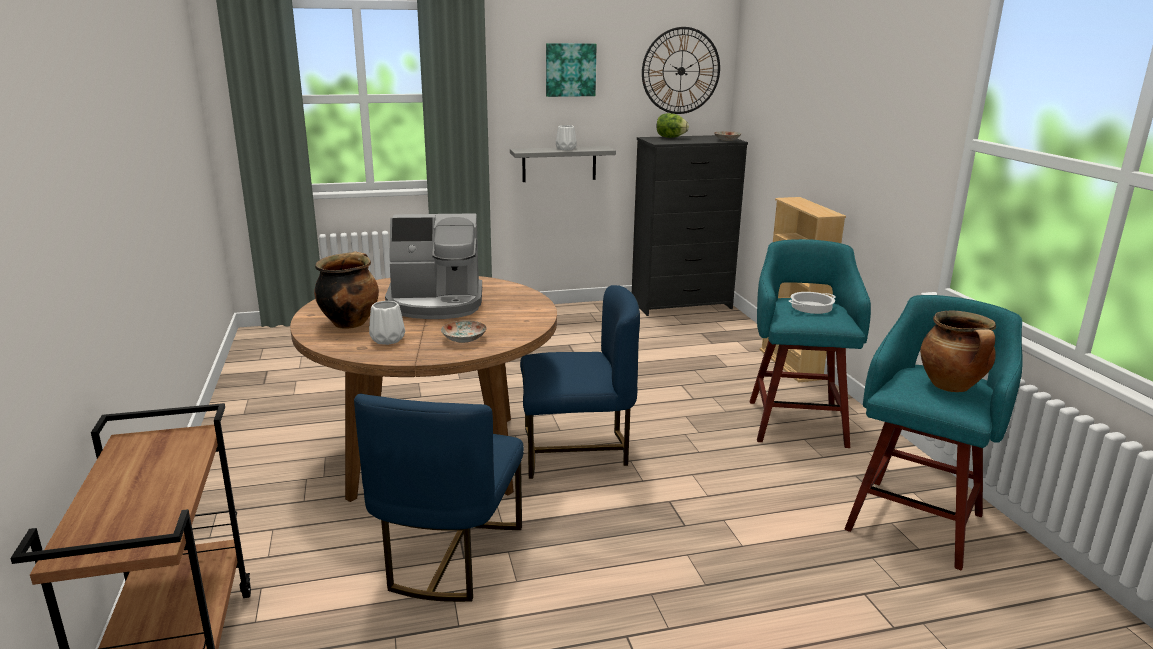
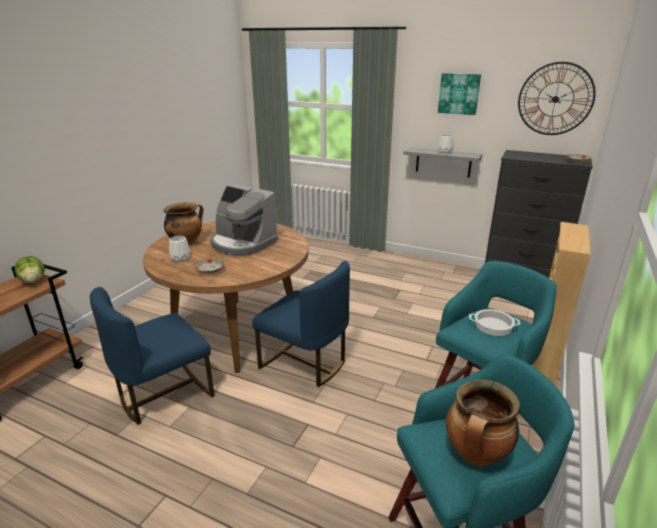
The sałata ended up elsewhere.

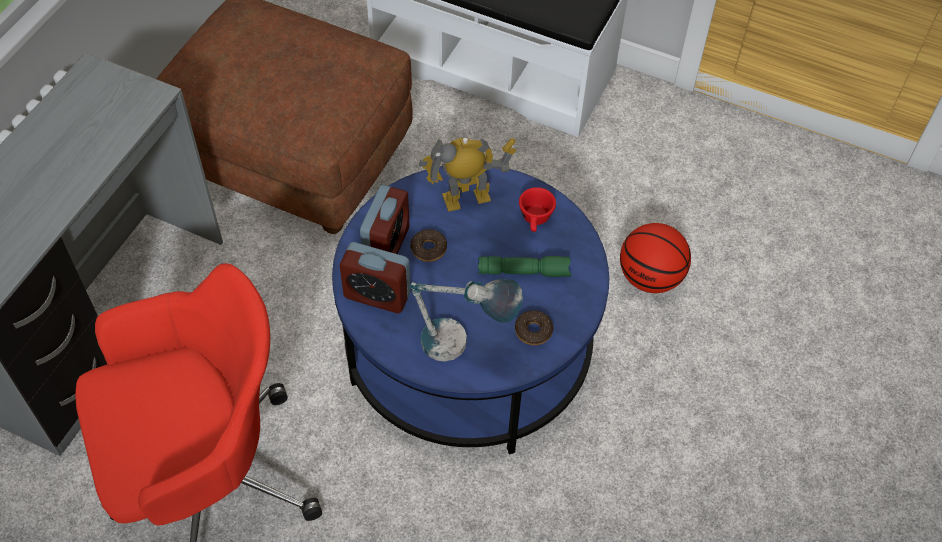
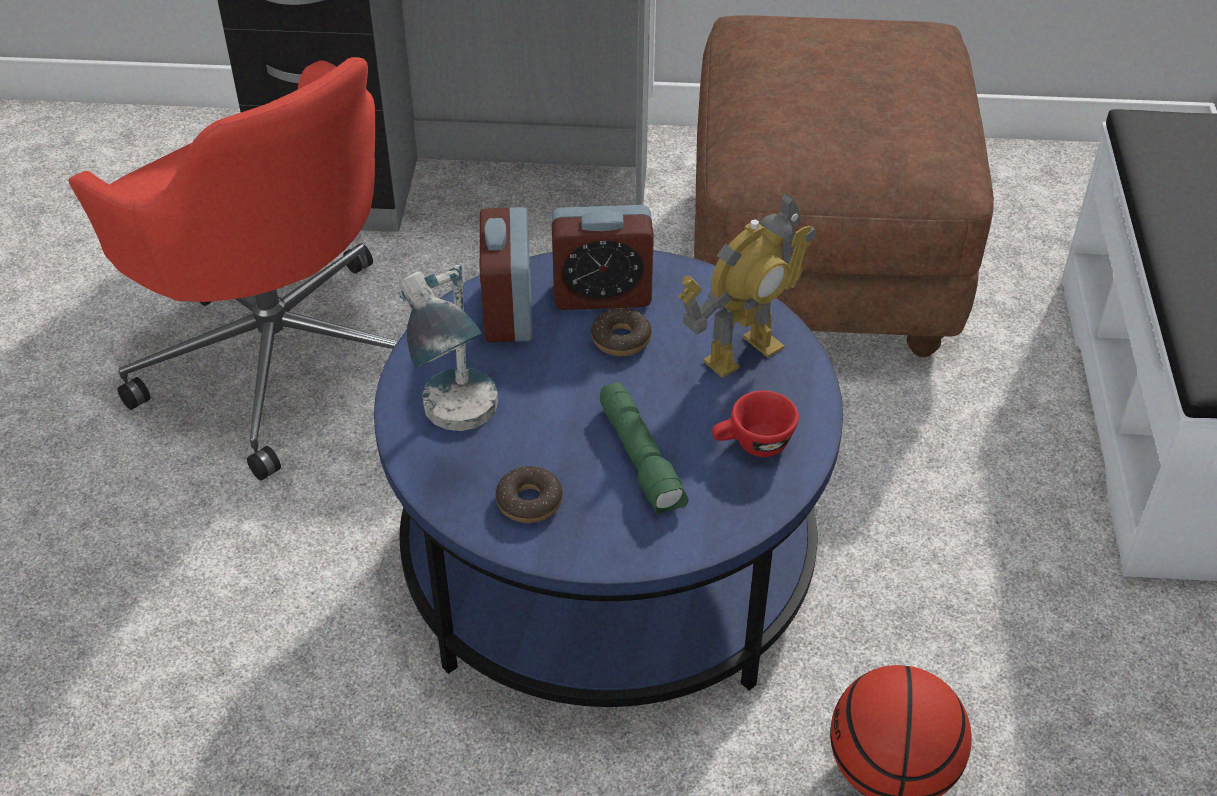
The robot zabawkowy ended up facing another way, 90 degrees clockwise from before.

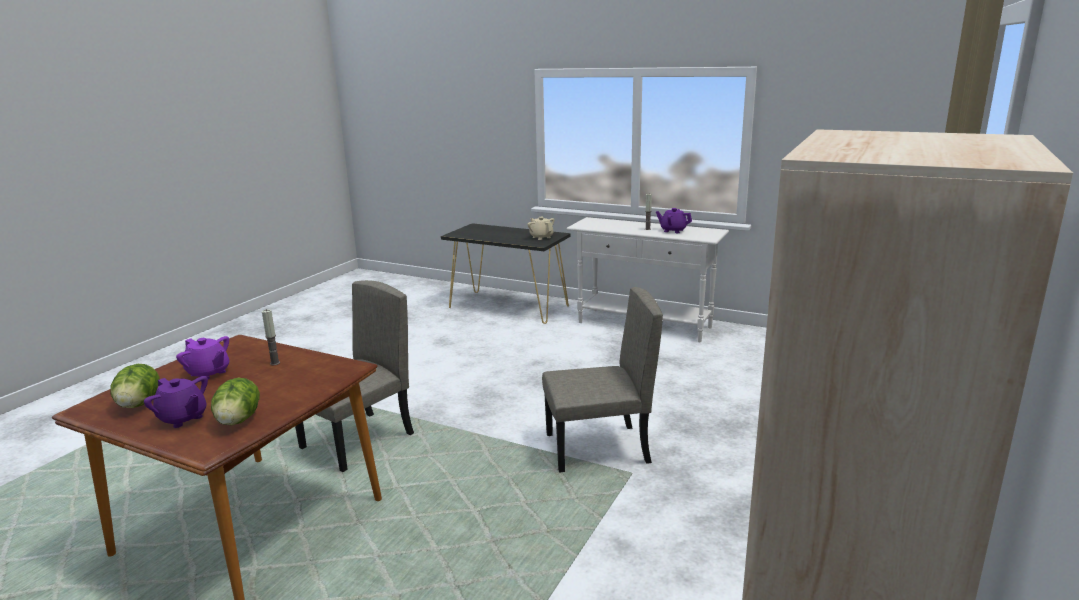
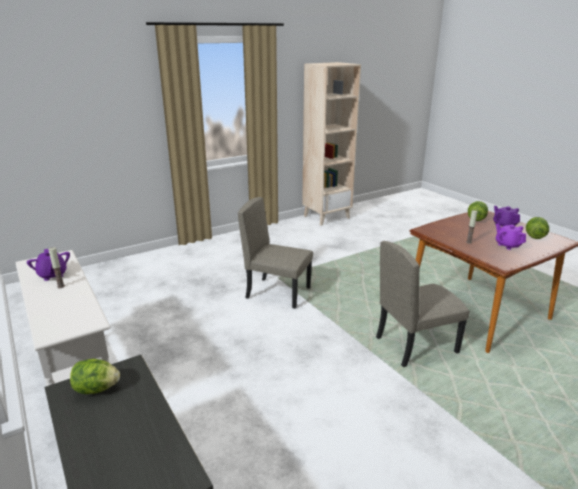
Where the imbryk [beżowy] stood, the sałata (1st from left) came to stand.

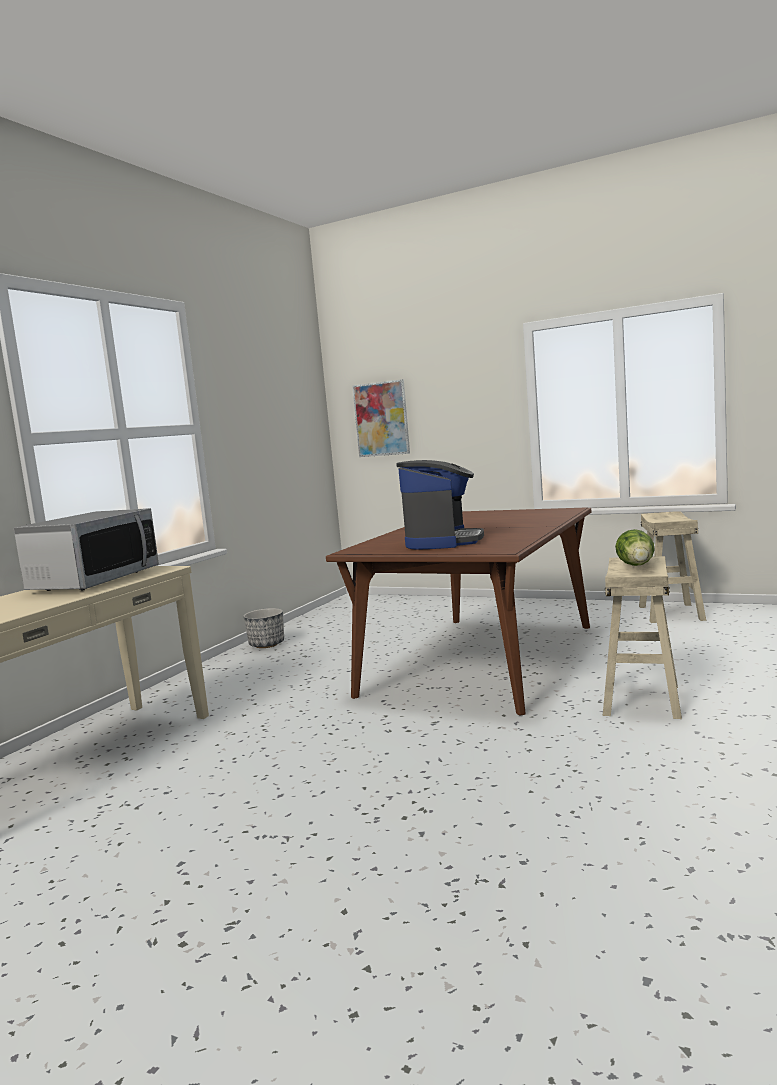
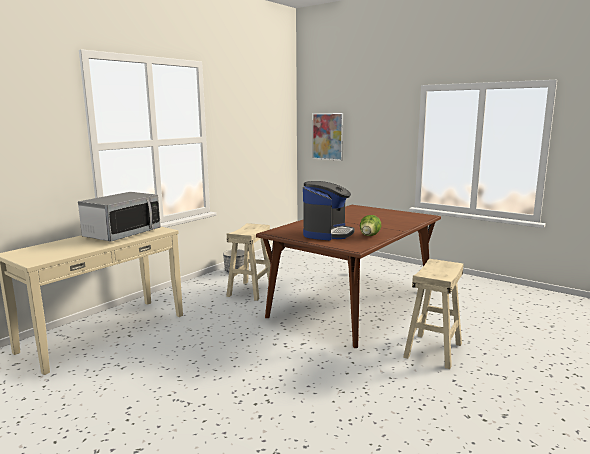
The sałata ended up elsewhere.
The stołek [beżowy] (2nd from left in the first image) ended up elsewhere.

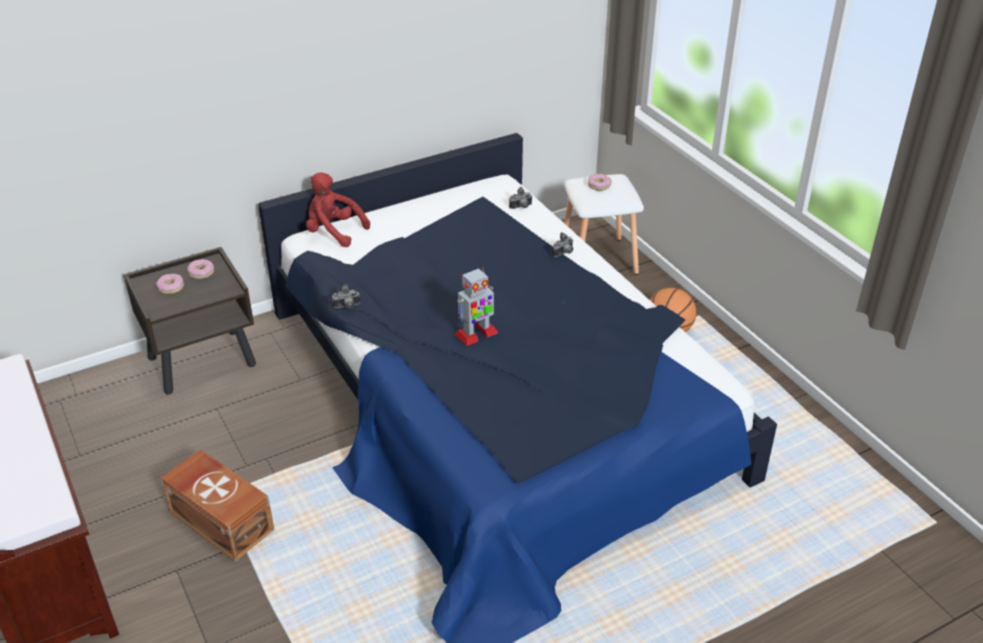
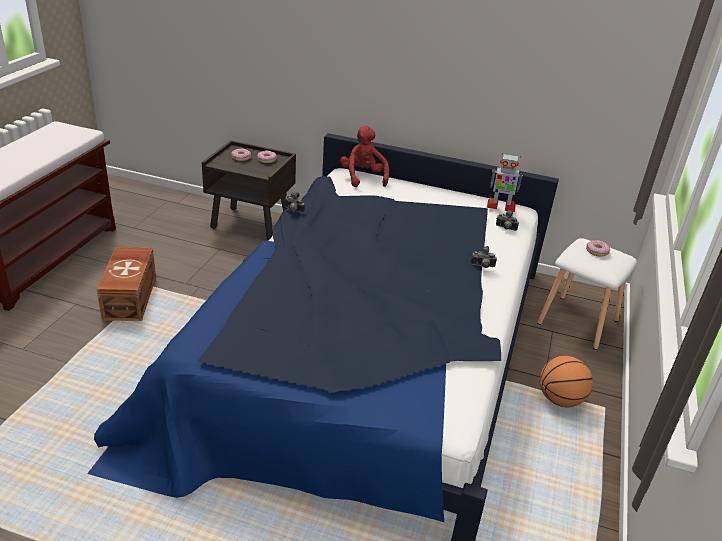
The robot zabawkowy ended up elsewhere.

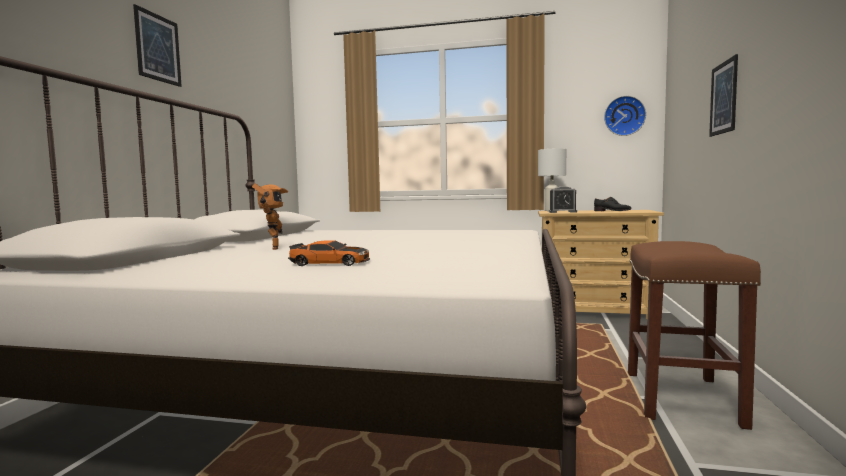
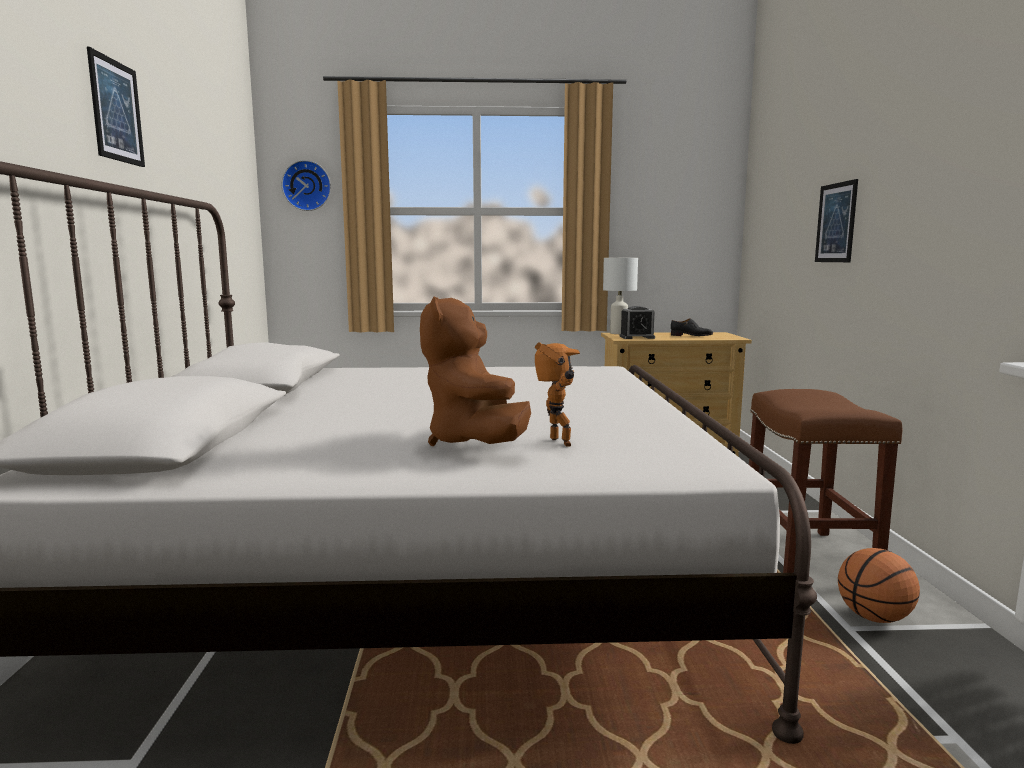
The second view gained the piłka do koszykówki.
The robot zabawkowy ended up elsewhere.
The zegar ścienny ended up elsewhere.
Where the samochodzik stood, the pluszak [brązowy] came to stand.

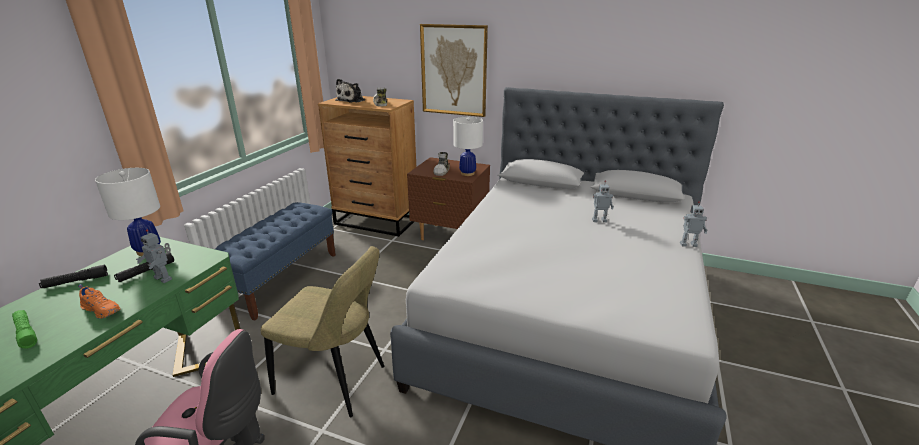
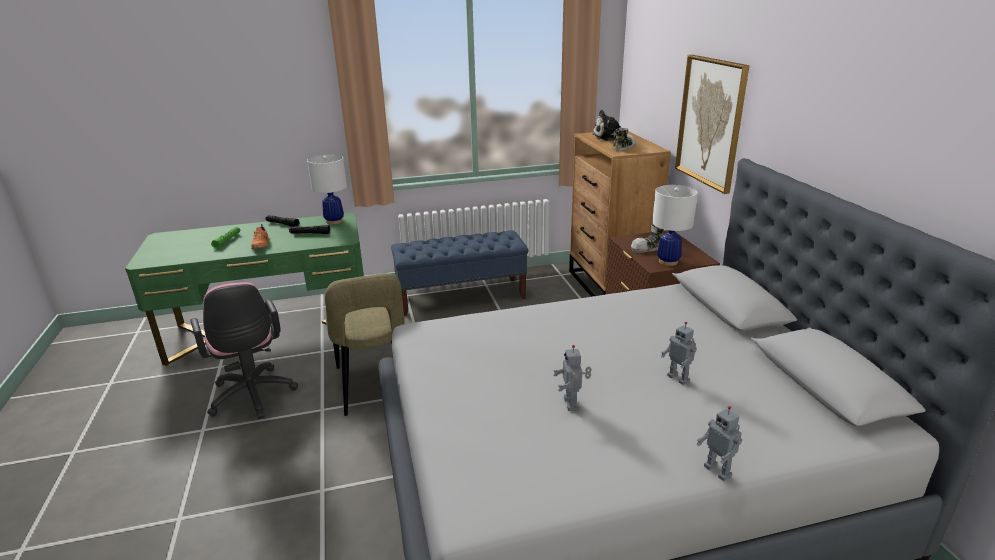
The robot zabawkowy (1st from left) ended up elsewhere.

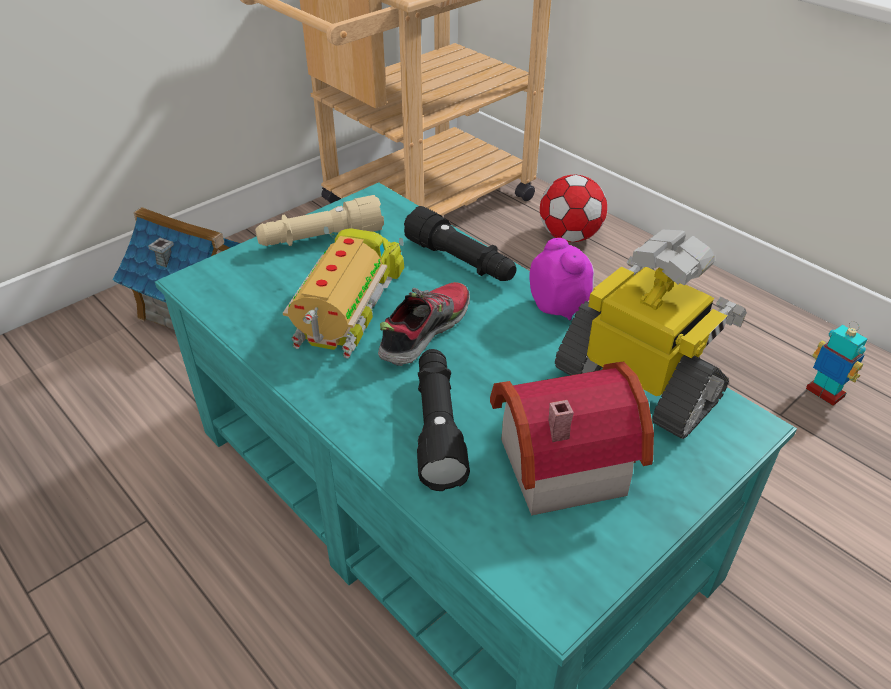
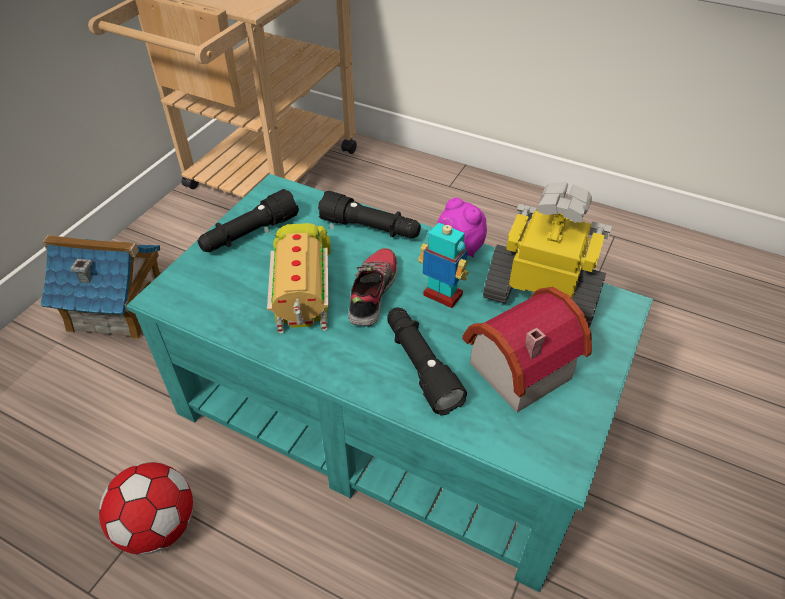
The piłka futbolowa ended up elsewhere.
The robot zabawkowy (2nd from left in the first image) ended up elsewhere.
What was the latarka [beżowy] turned into the latarka [czarny] (1st from left).

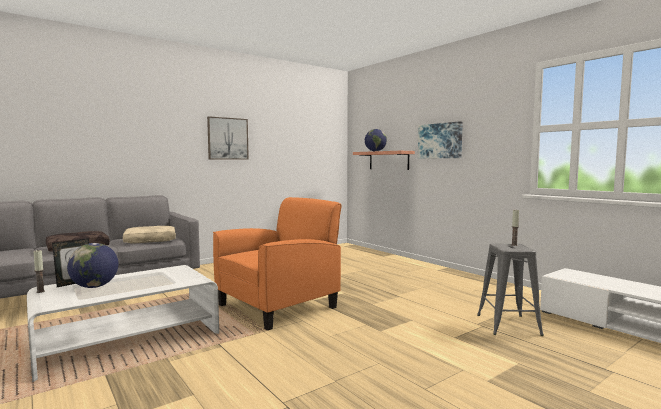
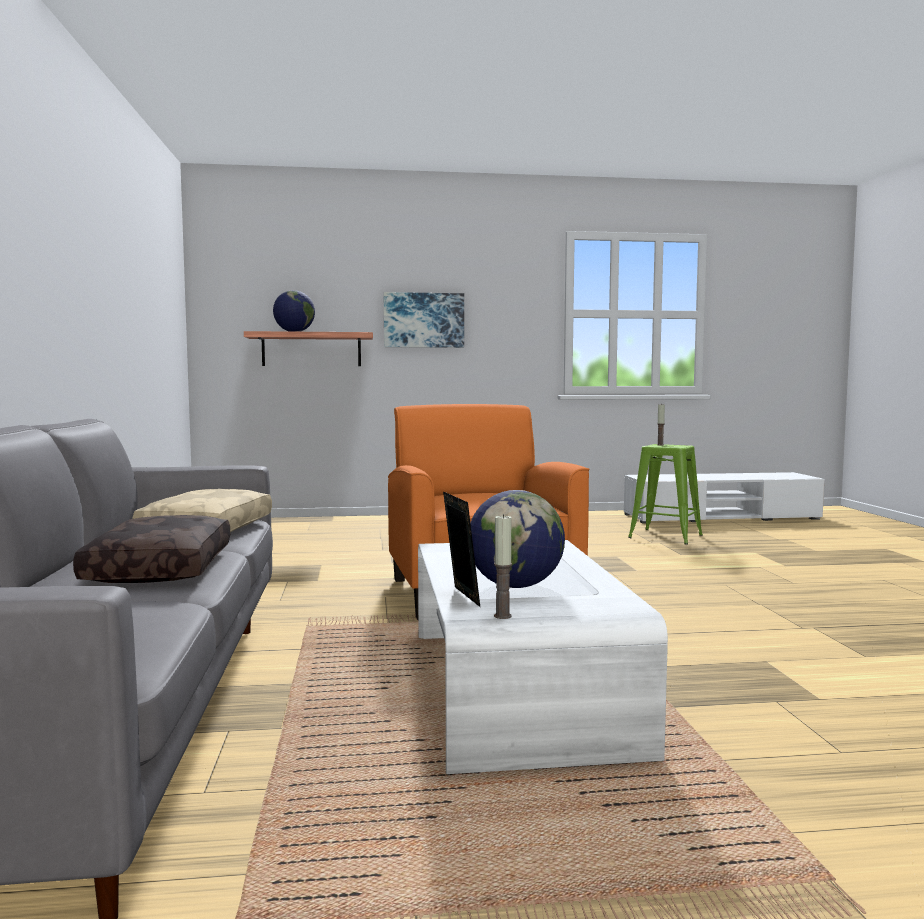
The second view lost the obraz (1st from left).
What was the stołek [szary] turned into the stołek [zielony].

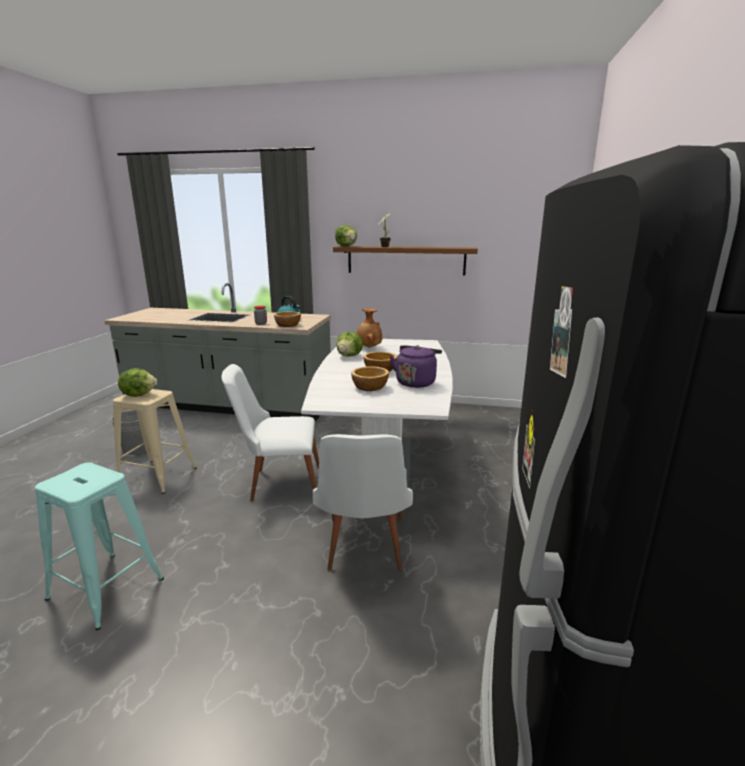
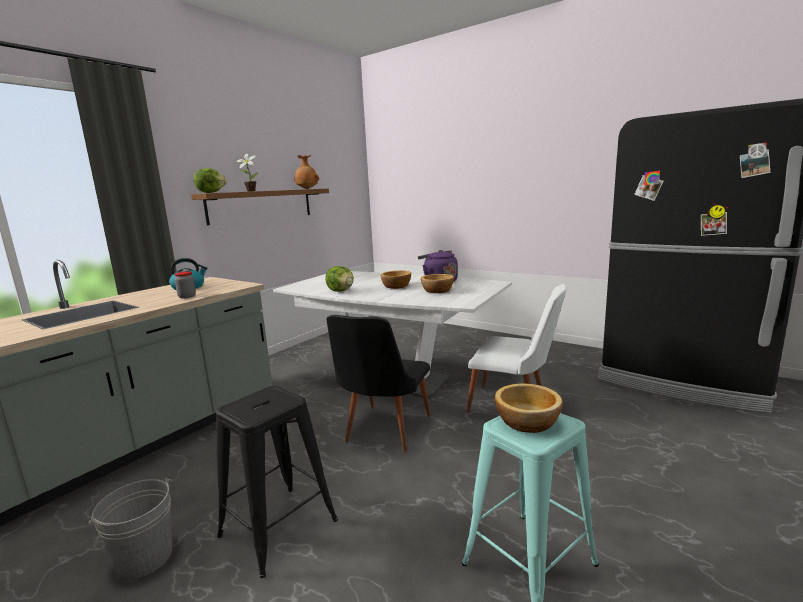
The second view lost the sałata (1st from left).
The miska (1st from left in the first image) ended up elsewhere.
The wazon [brązowy] ended up elsewhere.
What was the stołek [beżowy] turned into the stołek [czarny].
What was the krzesło [biały] (1st from left) turned into the krzesło [czarny].

